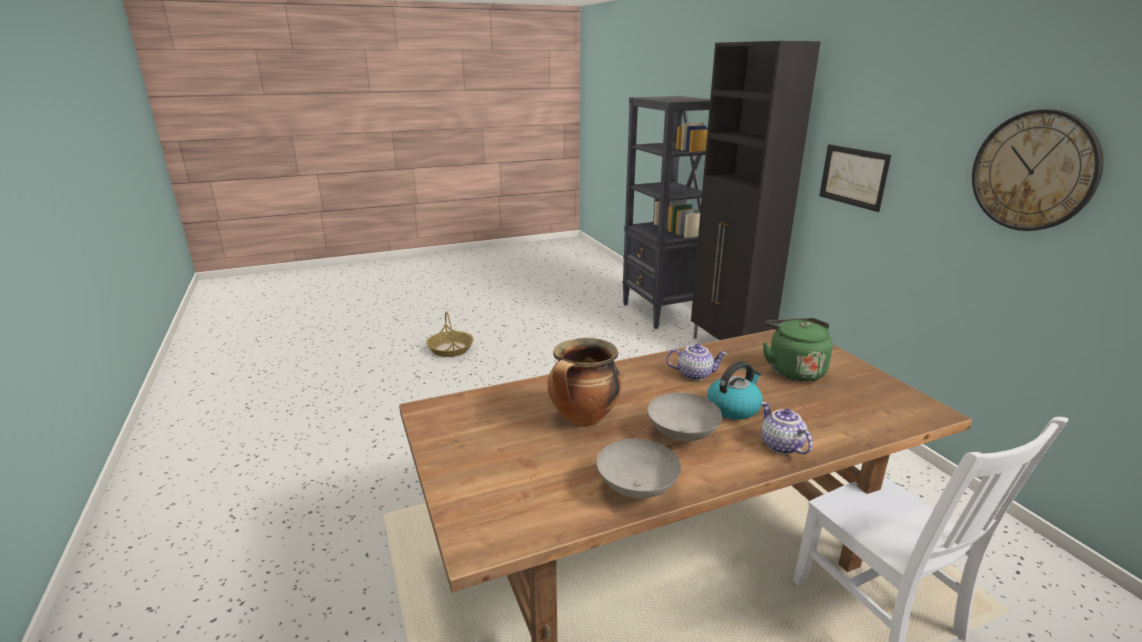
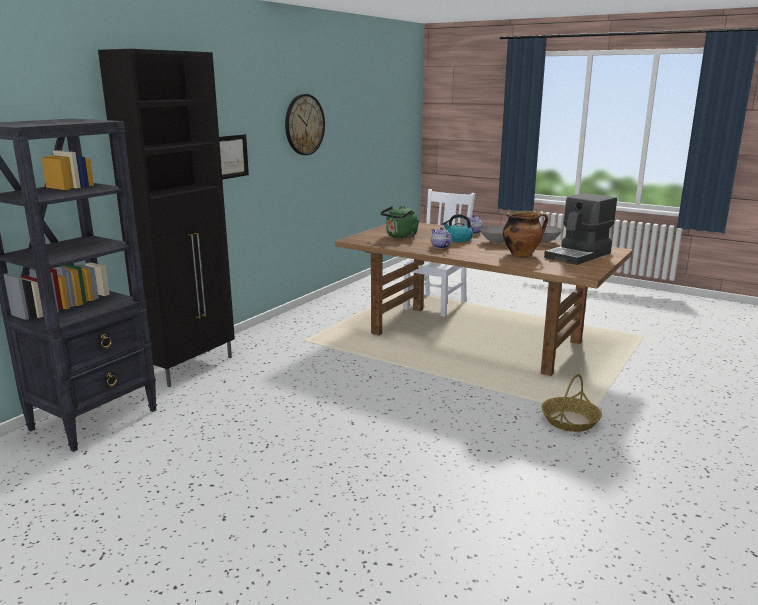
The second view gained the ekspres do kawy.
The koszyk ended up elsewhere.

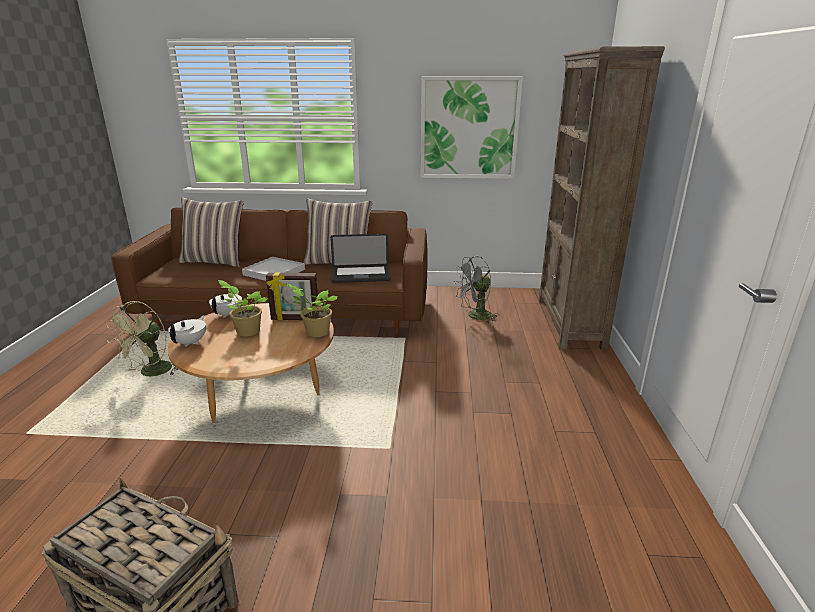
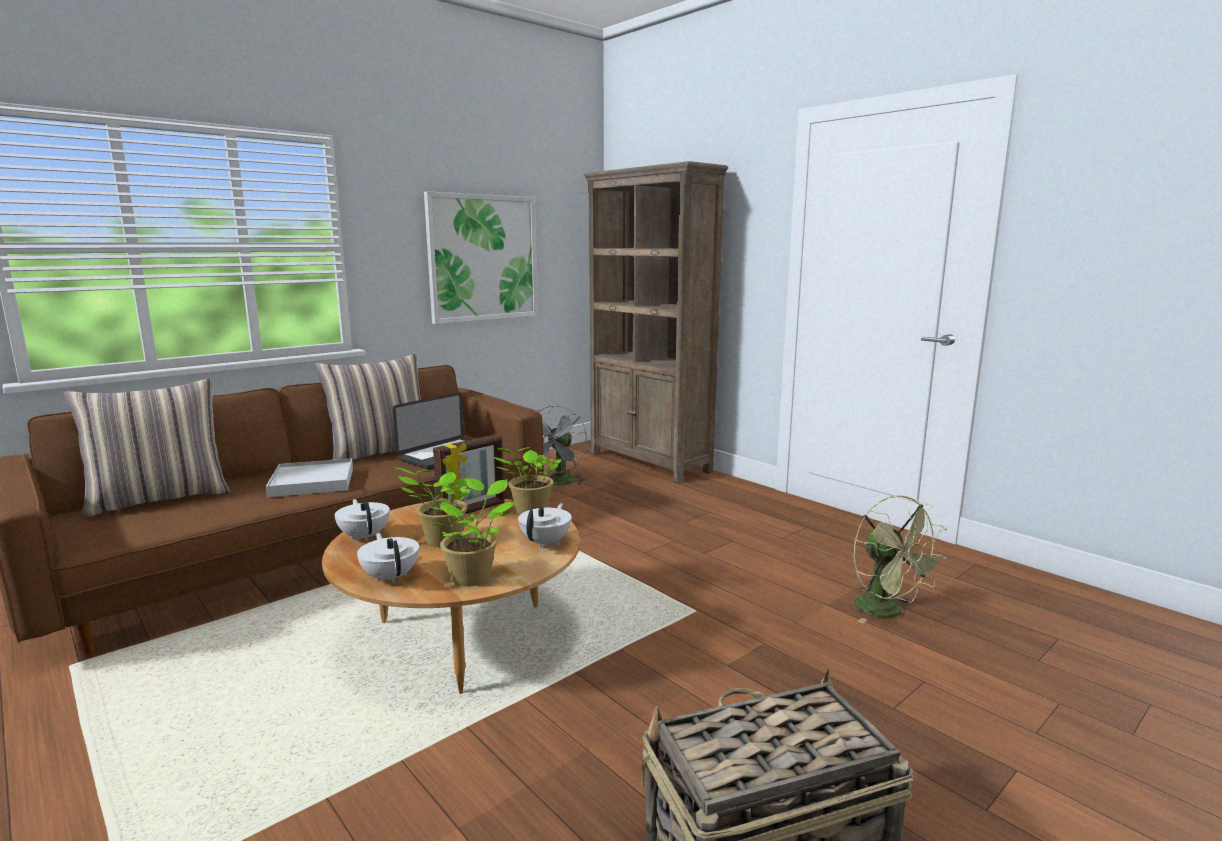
The second view gained the roślina doniczkowa (2nd from left).
The second view gained the imbryk [biały] (3rd from left).
The wentylator [zielony] ended up elsewhere.

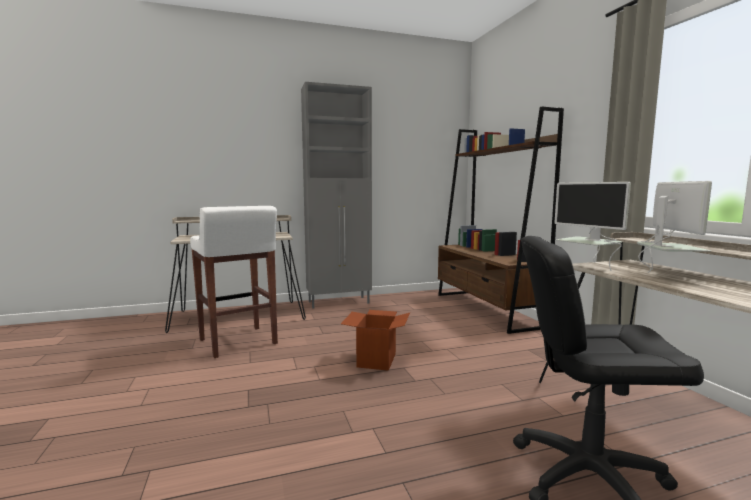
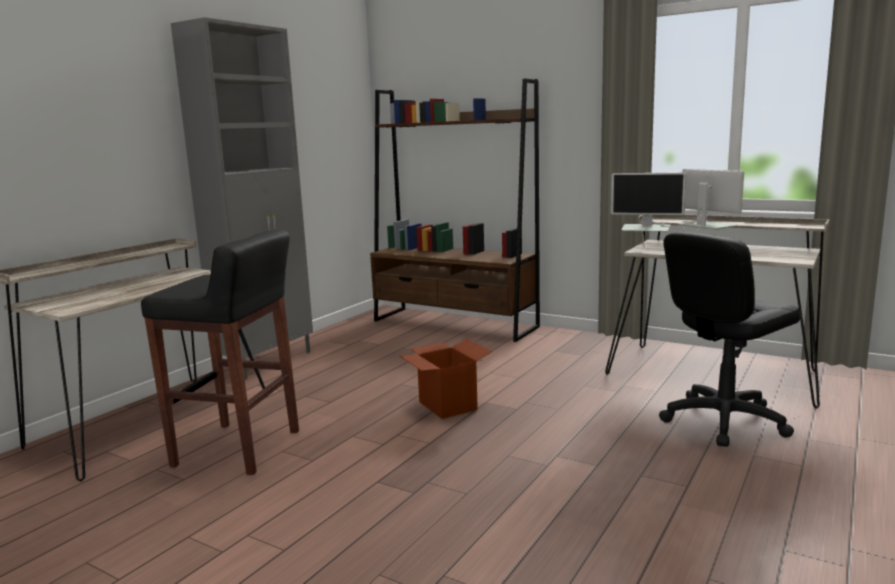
What was the stołek [biały] turned into the stołek [czarny].

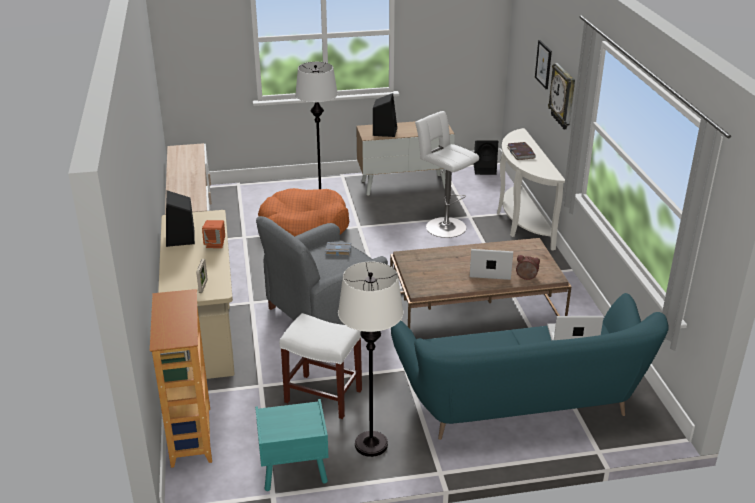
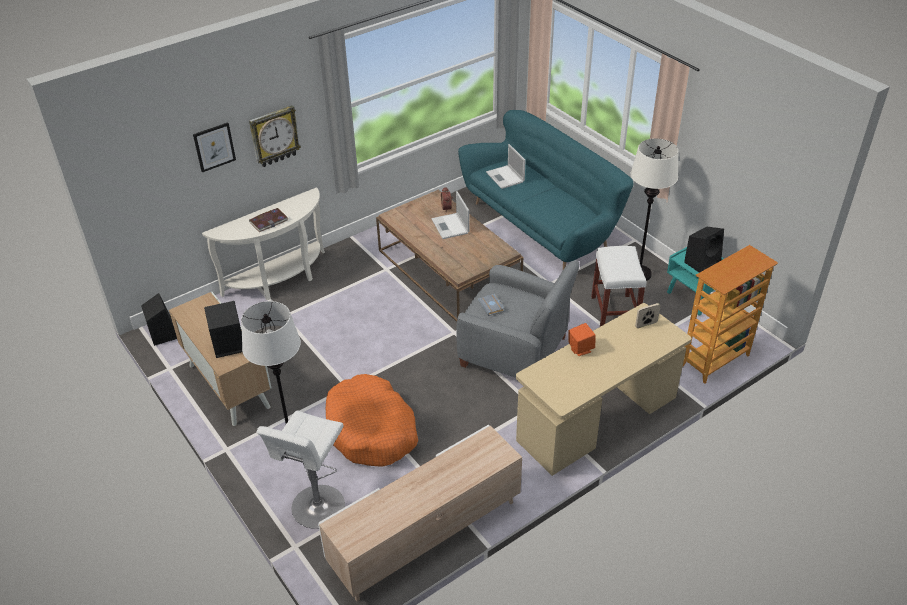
The głośnik [czarny] (1st from left in the first image) ended up elsewhere.
The stołek [biały] (2nd from left in the first image) ended up elsewhere.

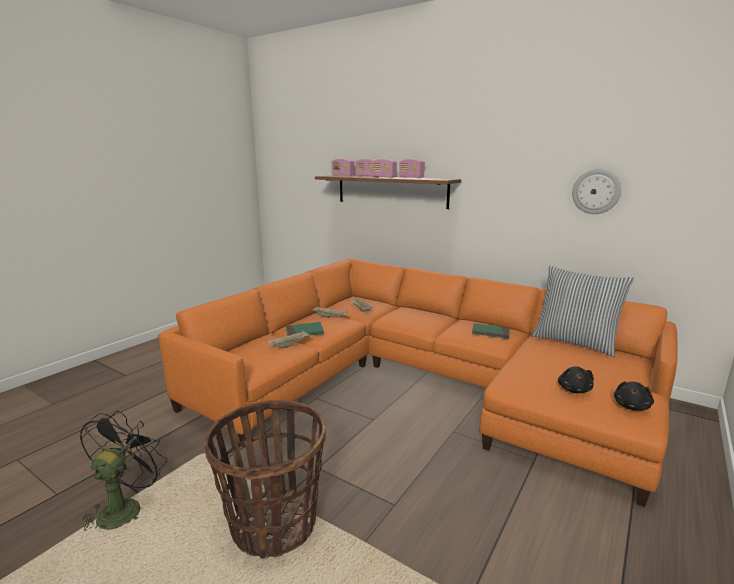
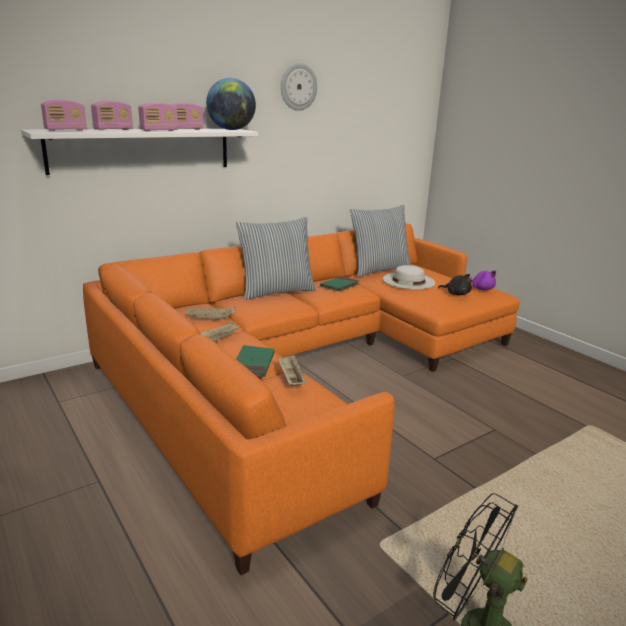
The second view lost the koszyk.
The second view gained the globus.
The second view gained the poduszka (1st from left).
The second view gained the kapelusz [biały].
The zegar ścienny ended up elsewhere.
What was the półka [brązowy] turned into the półka [biały].
What was the pluszak [czarny] (2nd from left) turned into the pluszak [fioletowy].

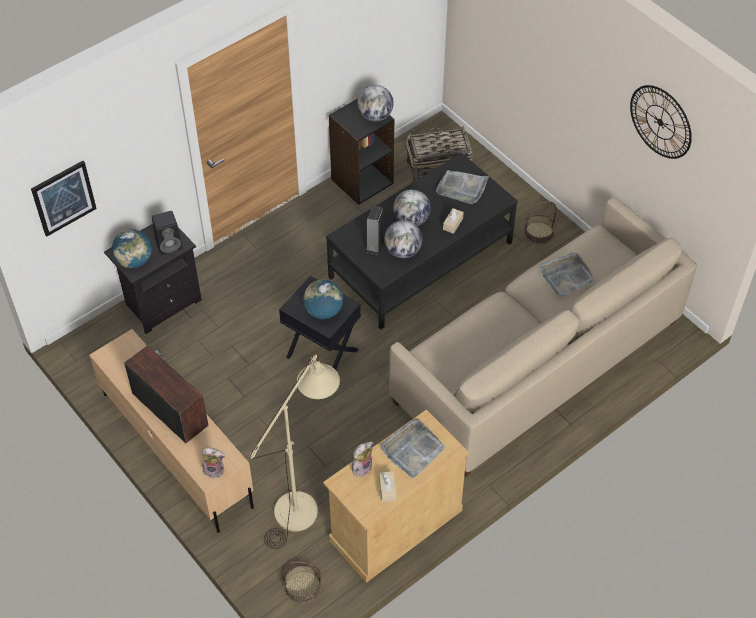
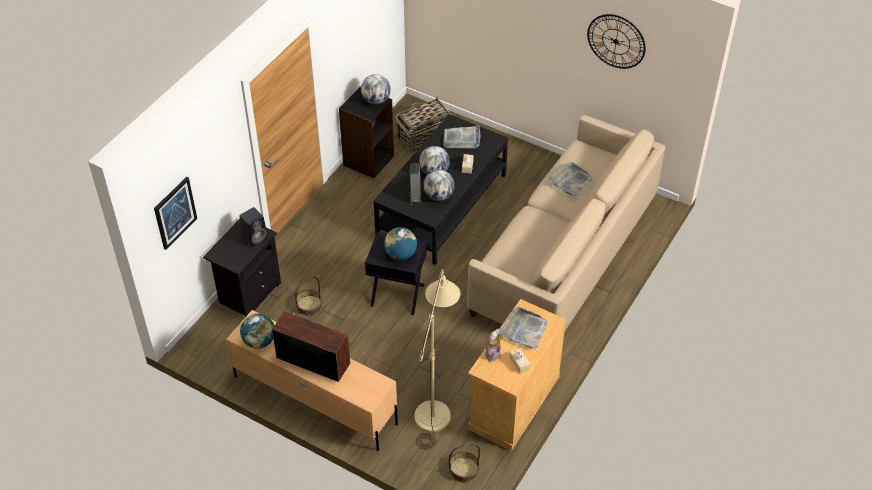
The second view lost the pluszak (1st from left).
The globus (1st from left) ended up elsewhere.
The koszyk (3rd from left in the first image) ended up elsewhere.

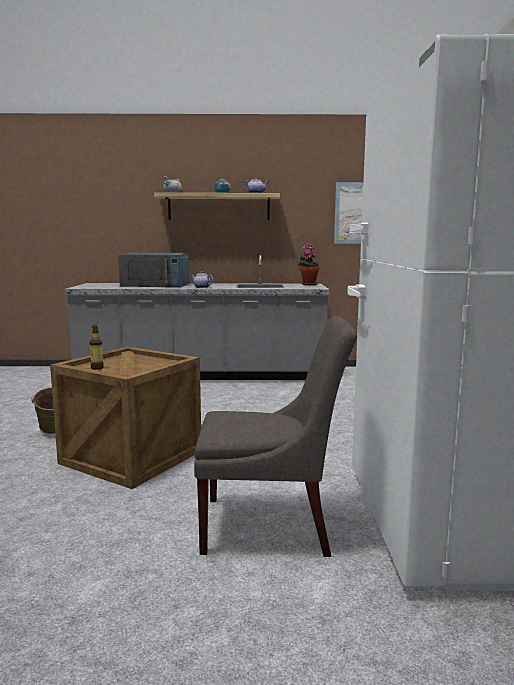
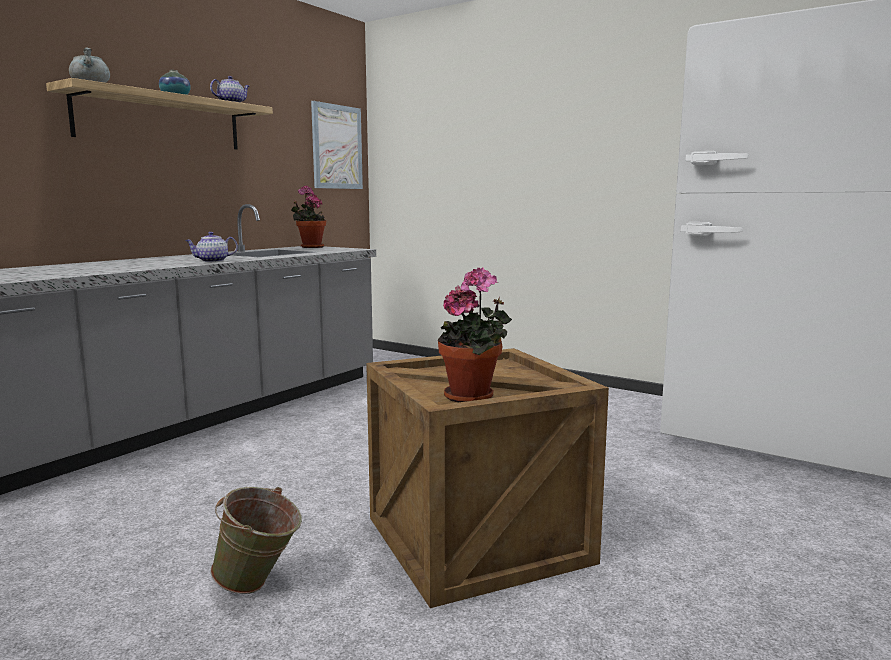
The second view lost the mikrofalówka [niebieski].
The second view lost the krzesło [szary].
Where the butelka stood, the roślina doniczkowa (2nd from left) came to stand.

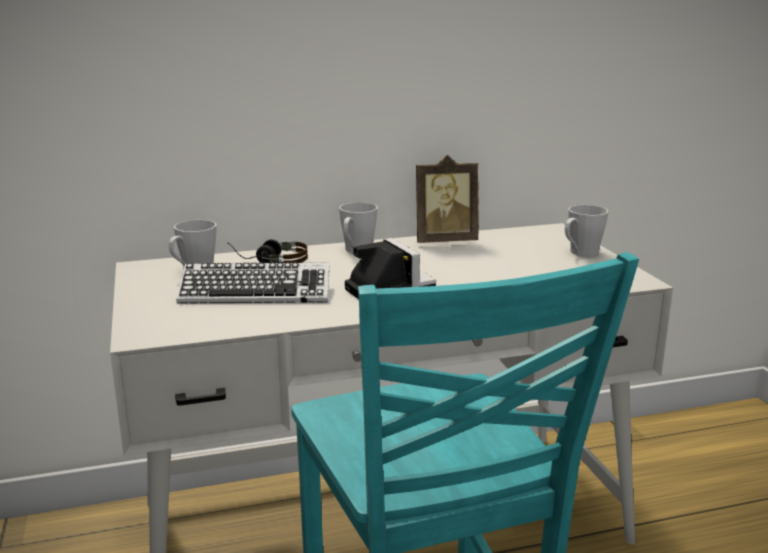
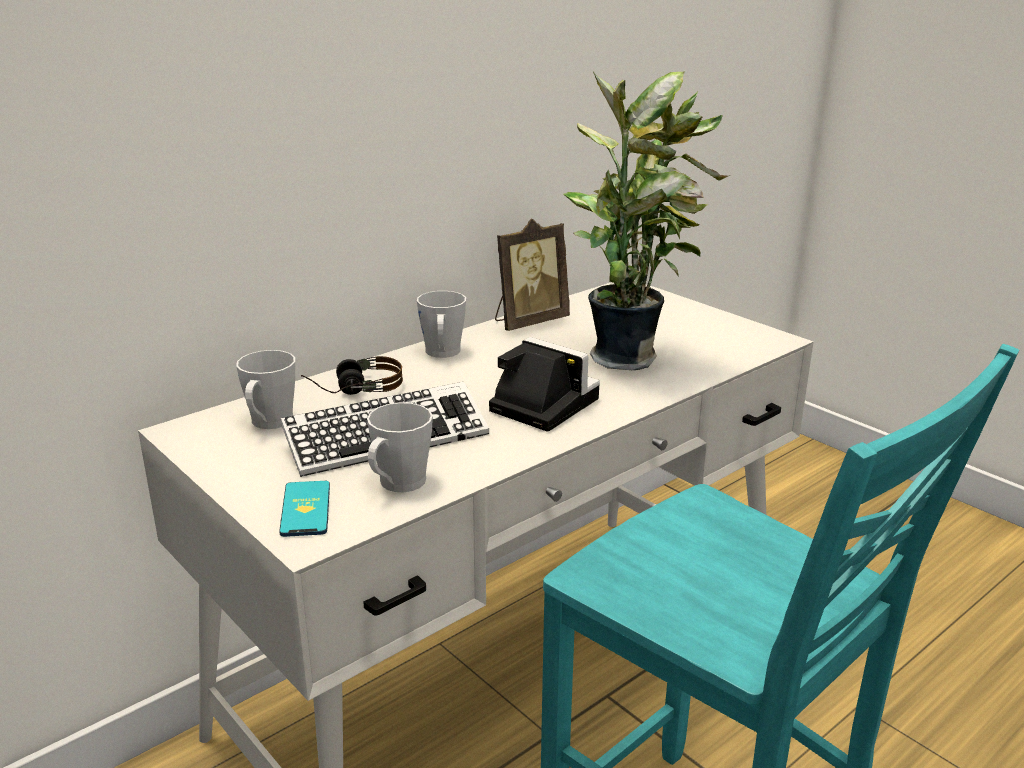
The second view gained the telefon.
The second view gained the roślina doniczkowa.
The kubek [szary] (3rd from left in the first image) ended up elsewhere.

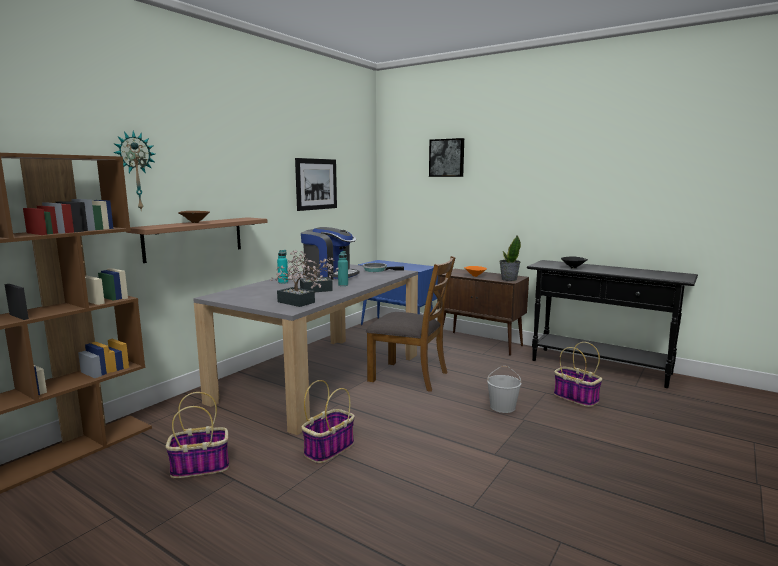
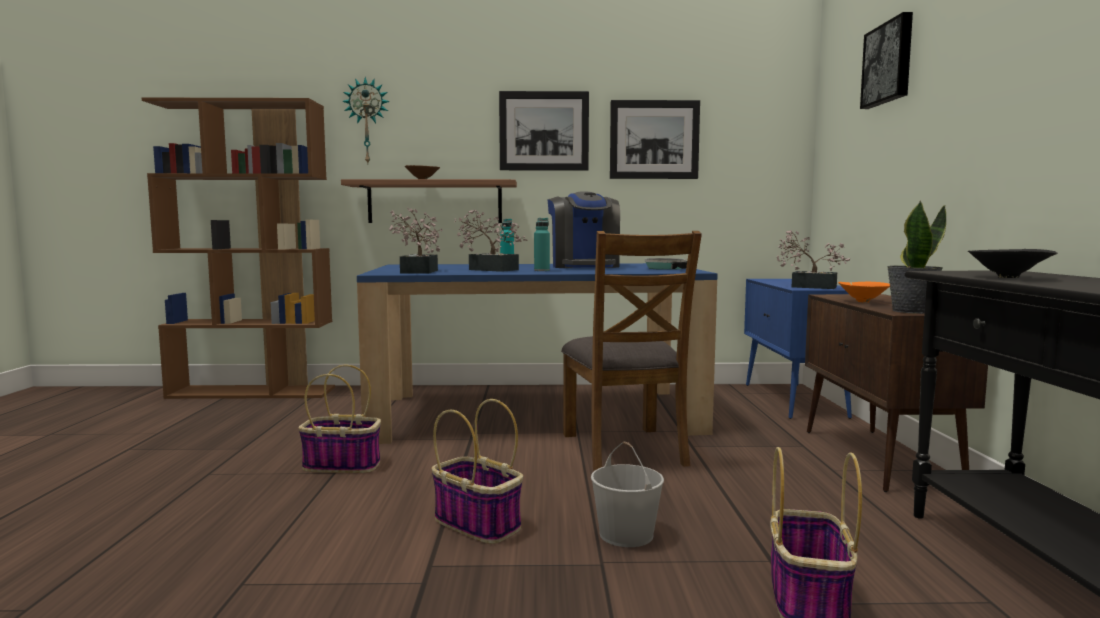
The second view gained the obraz (1st from left).
The second view gained the roślina doniczkowa (3rd from left).
The koszyk (1st from left in the first image) ended up elsewhere.
What was the stół jadalny [szary] turned into the stół jadalny [niebieski].

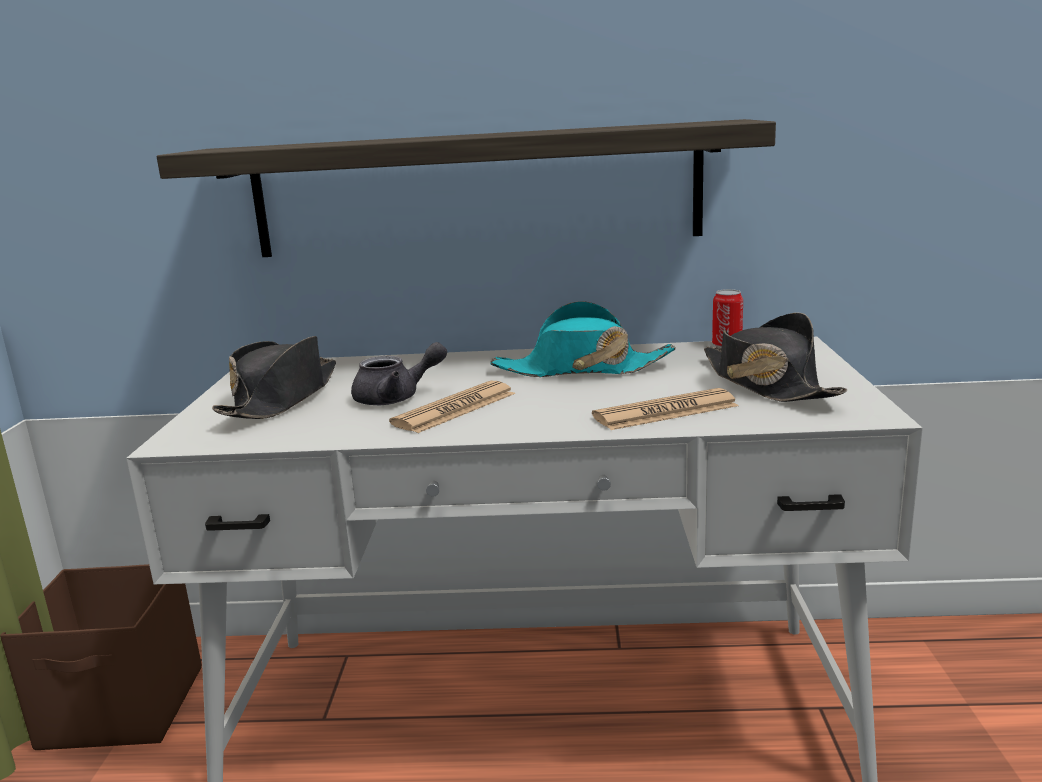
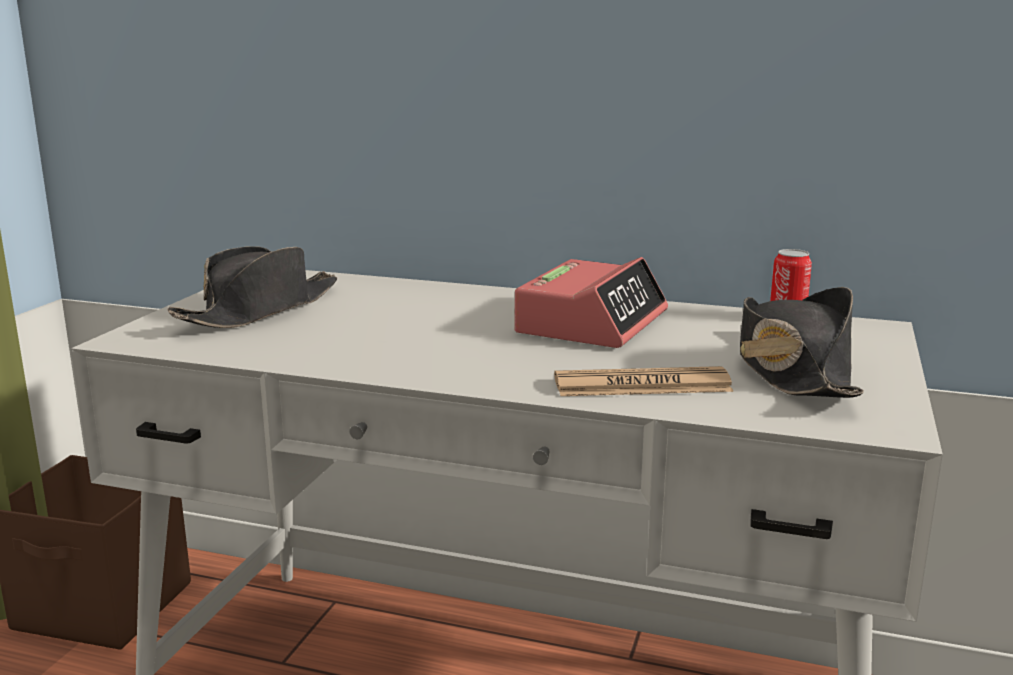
The second view lost the półka.
The second view lost the imbryk [szary].
The second view lost the gazeta (1st from left).
Where the kapelusz [turkusowy] stood, the budzik came to stand.

